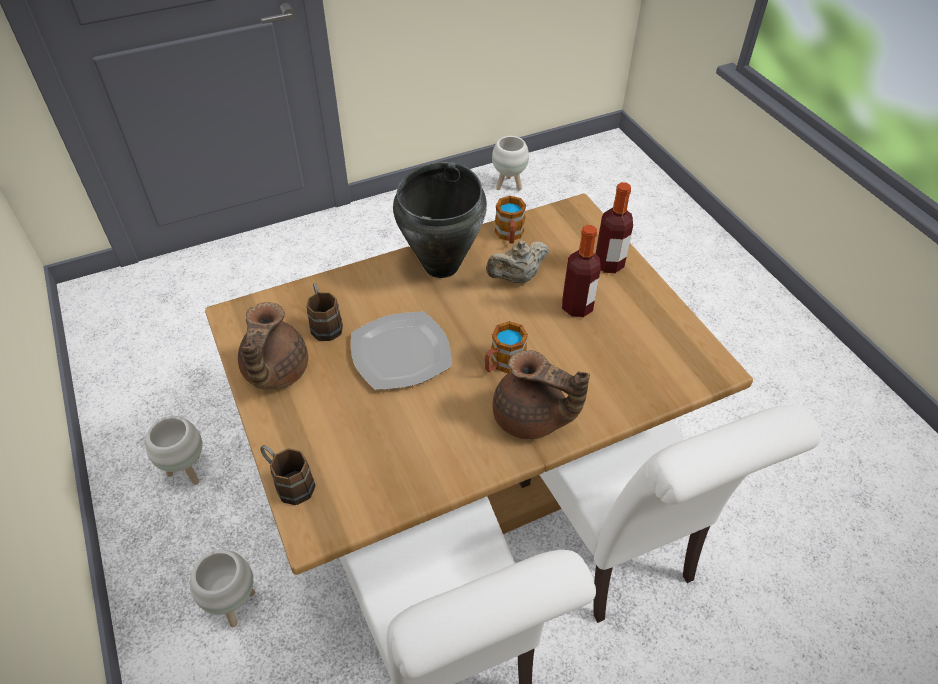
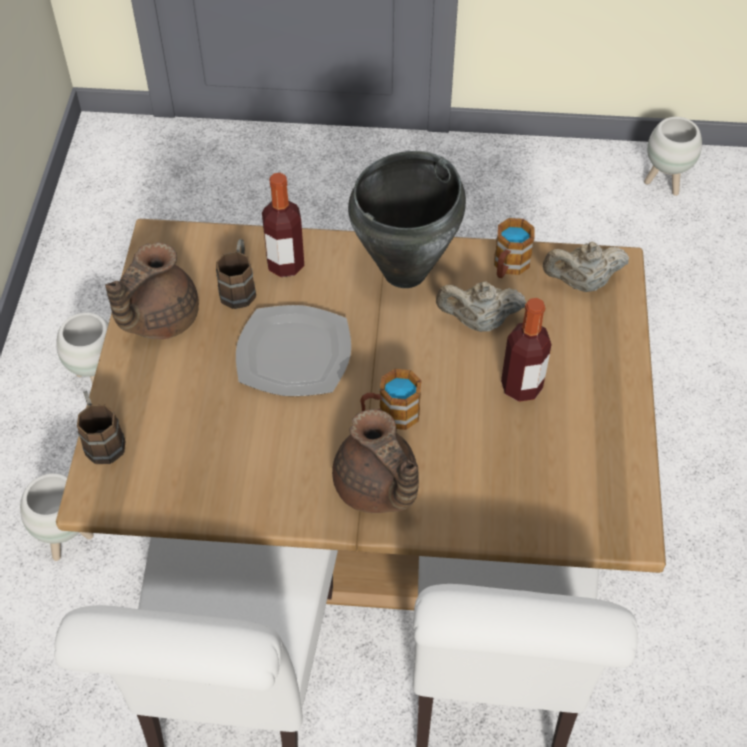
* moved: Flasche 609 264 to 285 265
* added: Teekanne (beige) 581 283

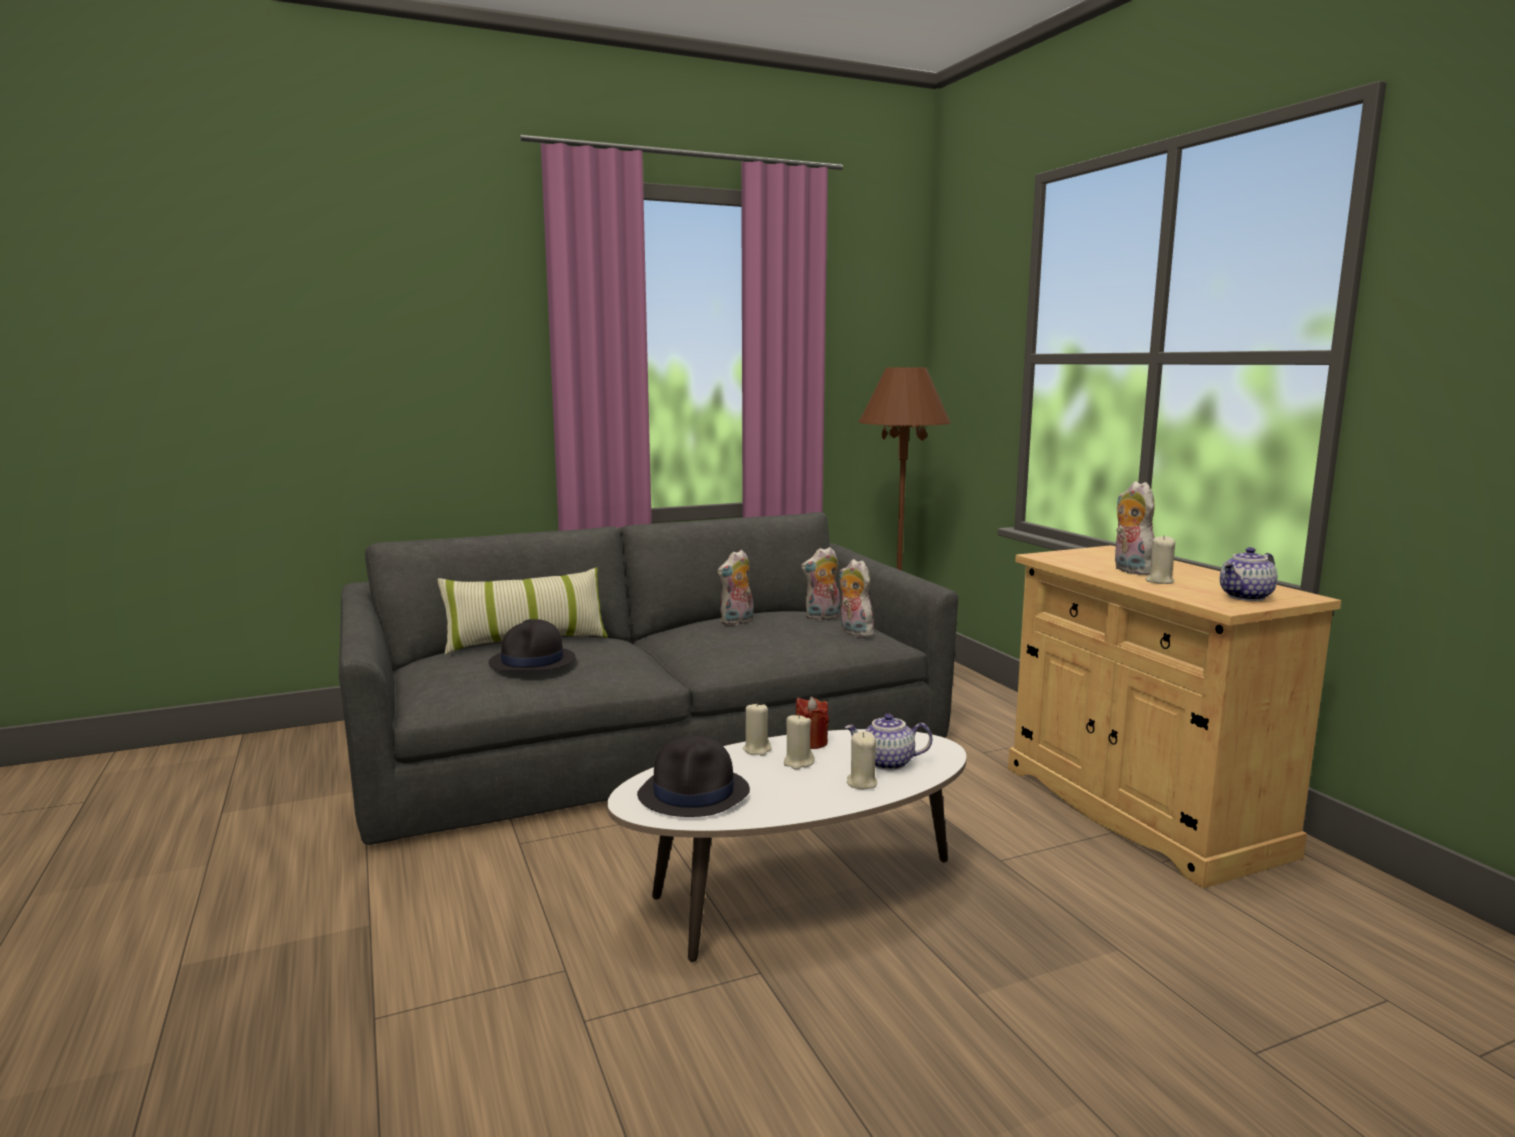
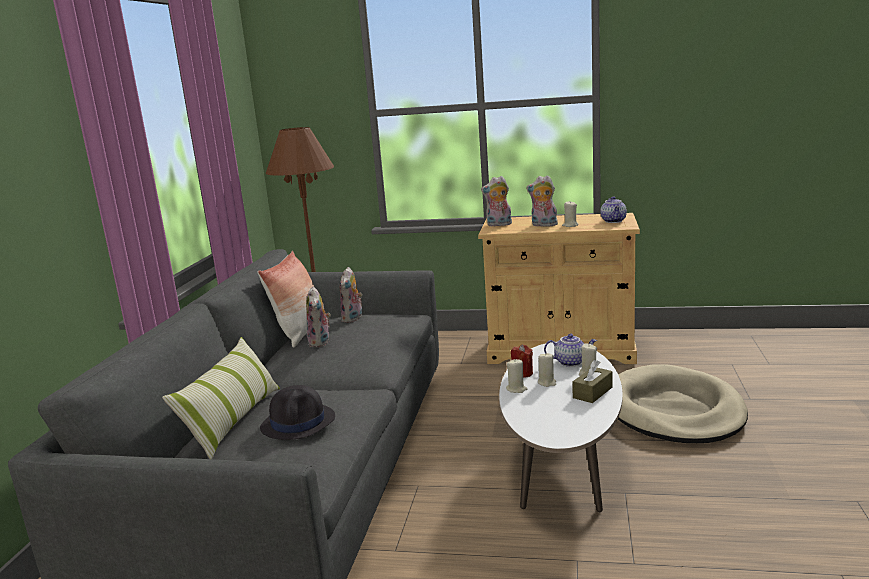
* added: Kissen 300 332
* moved: Plüschtier 853 632 to 498 225
* turned: Teekanne 887 763 = 570 362 120 degrees counterclockwise
* added: Taschentuchbox (braun) 592 392
* added: Hundebett (beige) 673 410
* removed: Hut (schwarz) 694 793

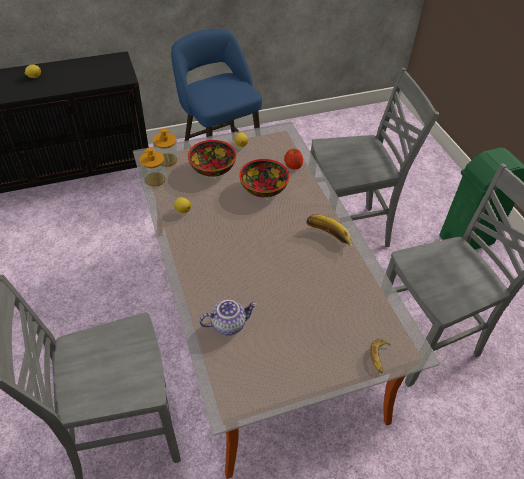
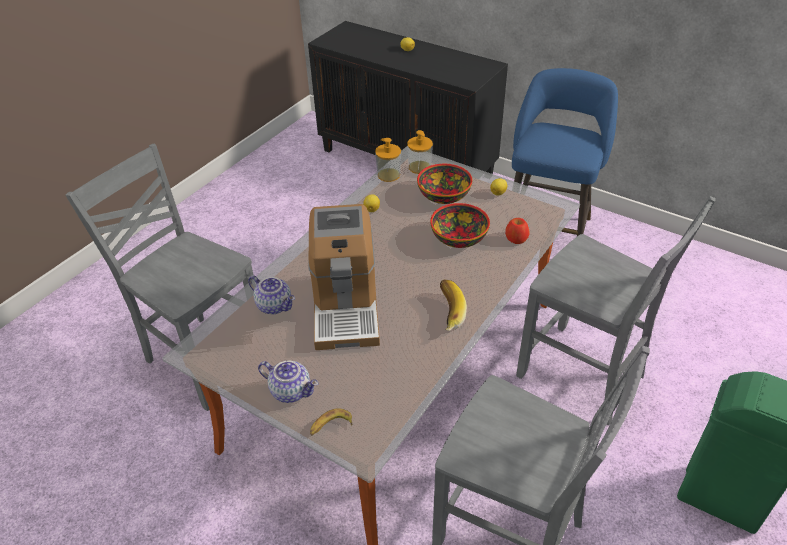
* added: Teekanne 291 391
* added: Kaffeemaschine 346 306

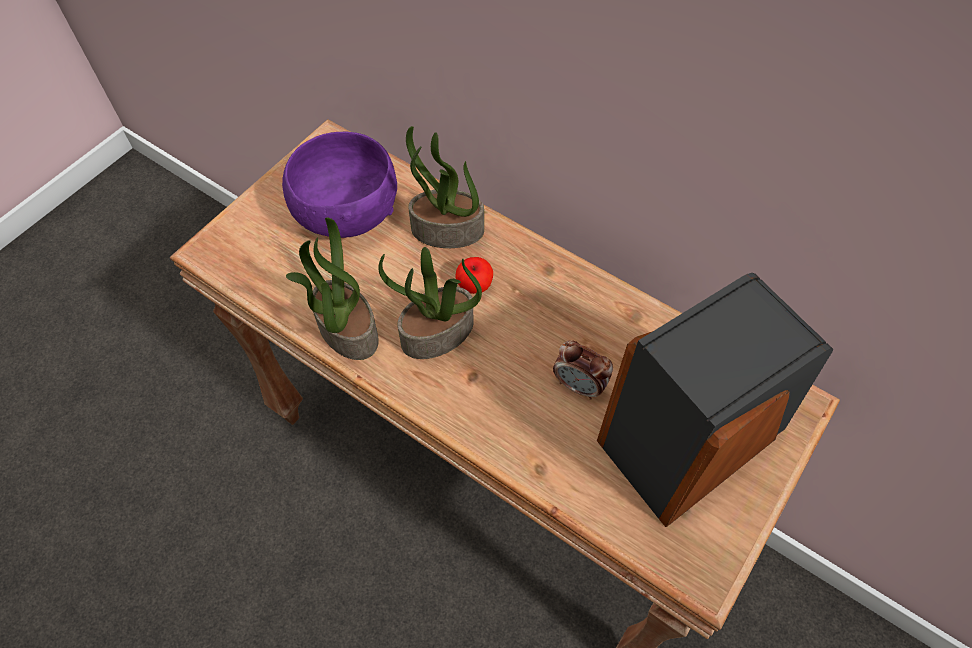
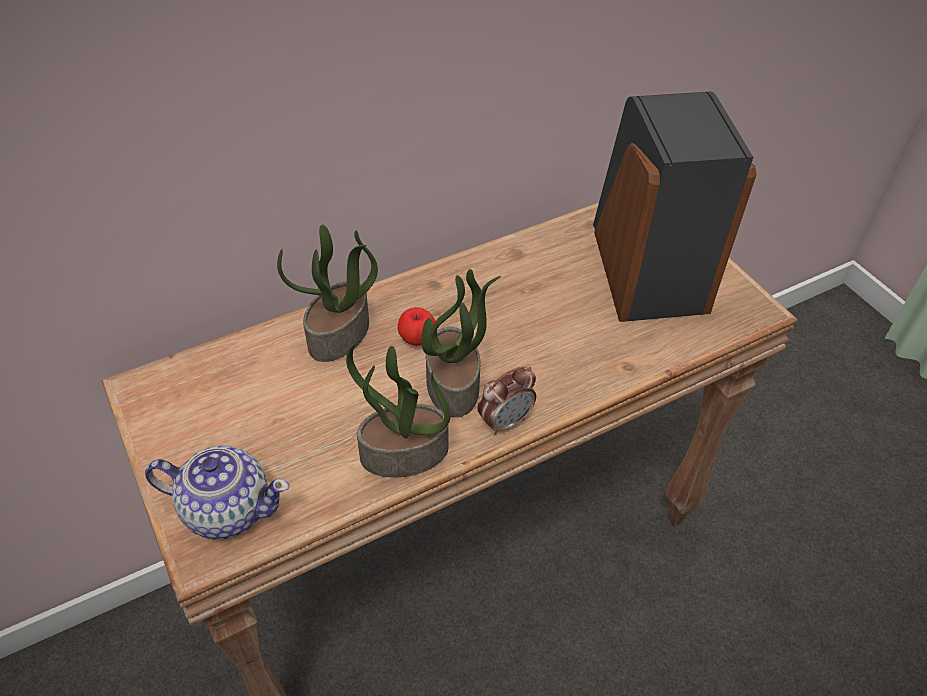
* added: Teekanne 227 508
* moved: Wecker 579 386 to 505 422
* removed: Schüssel (lila) 346 213

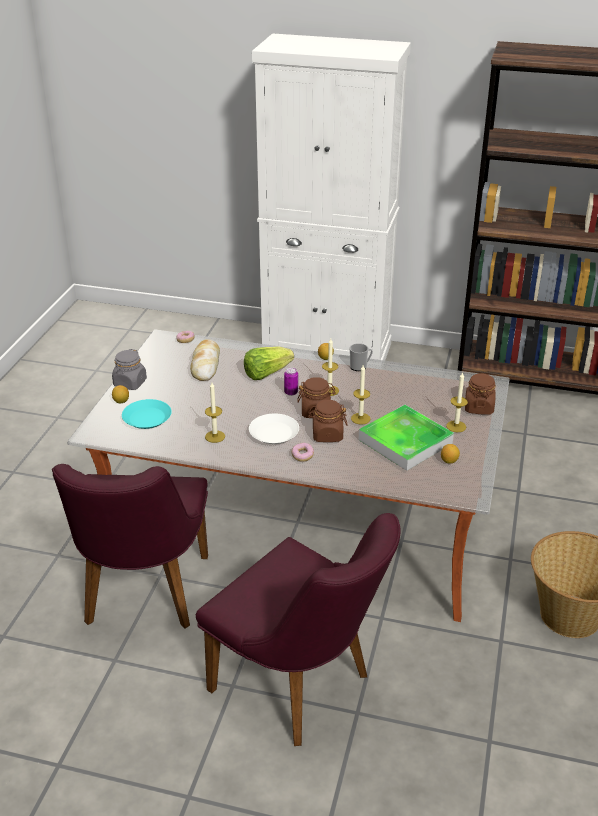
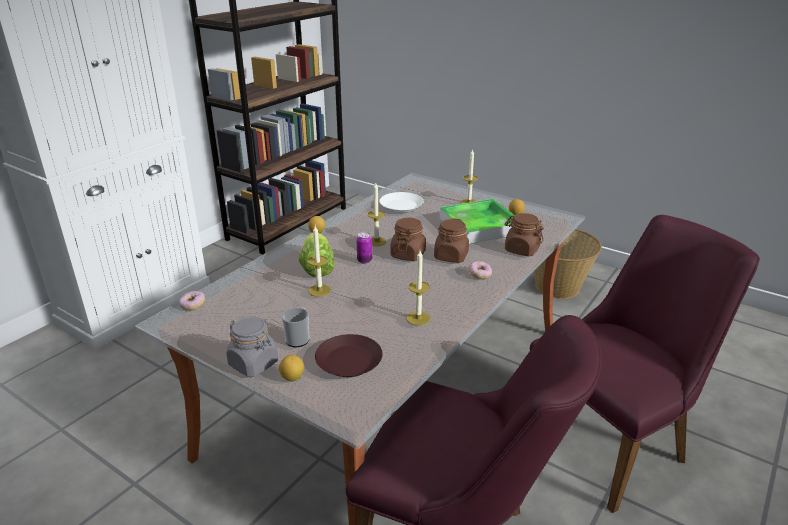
* moved: Henkelbecher 360 366 to 299 338
* moved: Kerze 360 418 to 319 290
* recoloured: Teller (türkis) 147 418 to Teller (braun) 349 361
* moved: Teller (weiß) 274 433 to 401 206
* moved: Vorratsglas (braun) 478 407 to 521 249
* removed: Brot 206 365

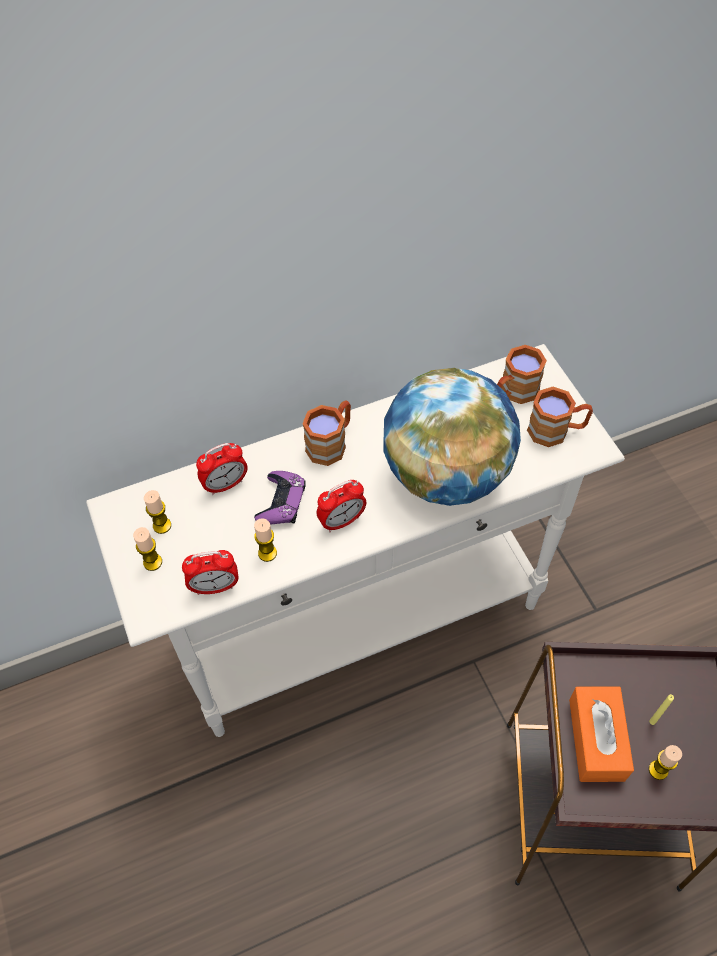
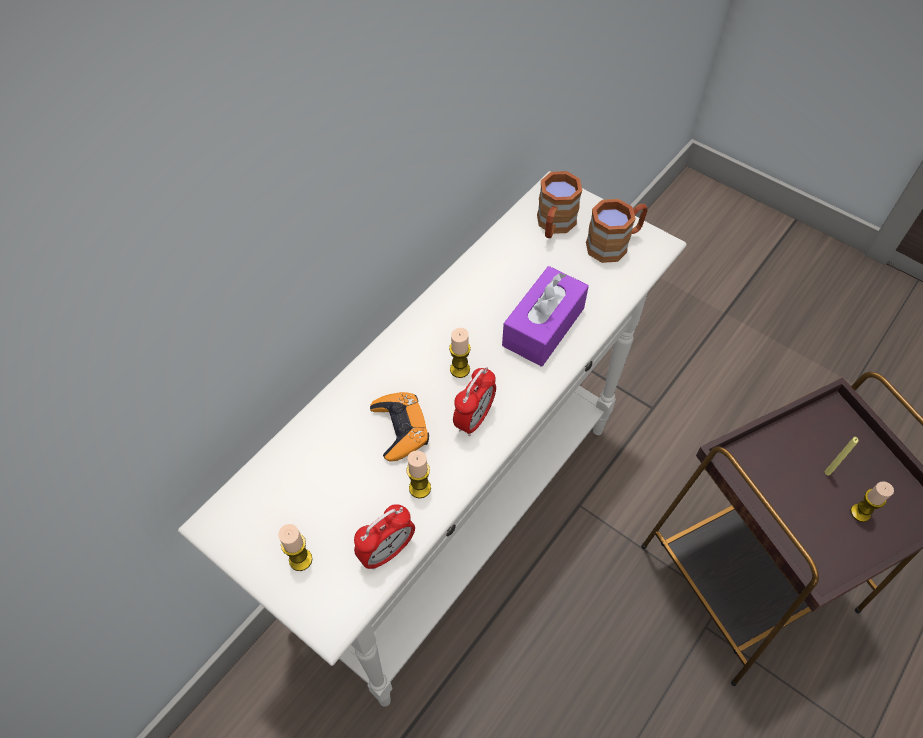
* recoloured: Gamepad (lila) 281 502 to Gamepad (orange) 400 429
* moved: Kerze 162 525 to 460 369
* replaced: Globus 446 474 to Taschentuchbox (lila) 543 327
* removed: Wecker 225 484
* removed: Henkelbecher (braun) 331 443
* removed: Taschentuchbox (orange) 596 739

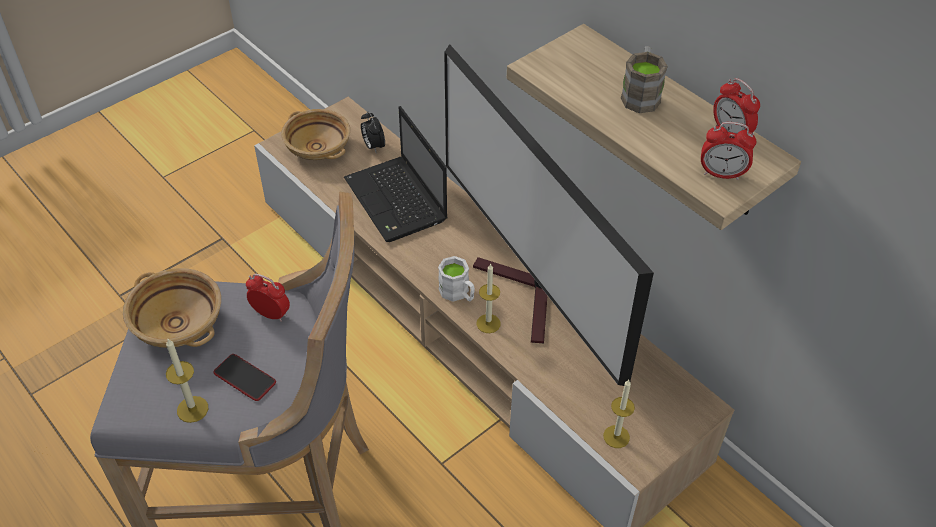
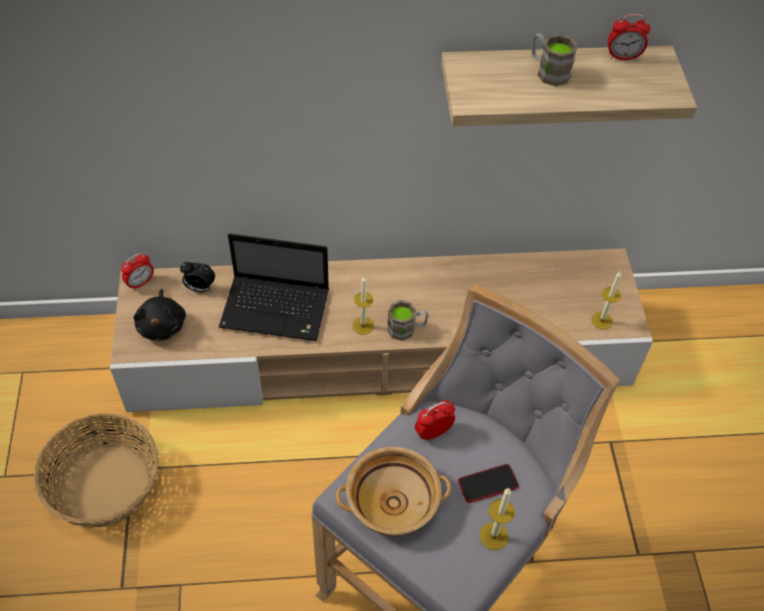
* added: Korb 105 484
* moved: Wecker 721 174 to 140 283
* replaced: Schüssel (beige) 318 147 to Plüschtier (schwarz) 162 325
* moved: Kerze 488 323 to 363 325
* recoloured: Henkelbecher (weiß) 458 293 to Henkelbecher (braun) 407 329
* removed: Fernseher 528 295

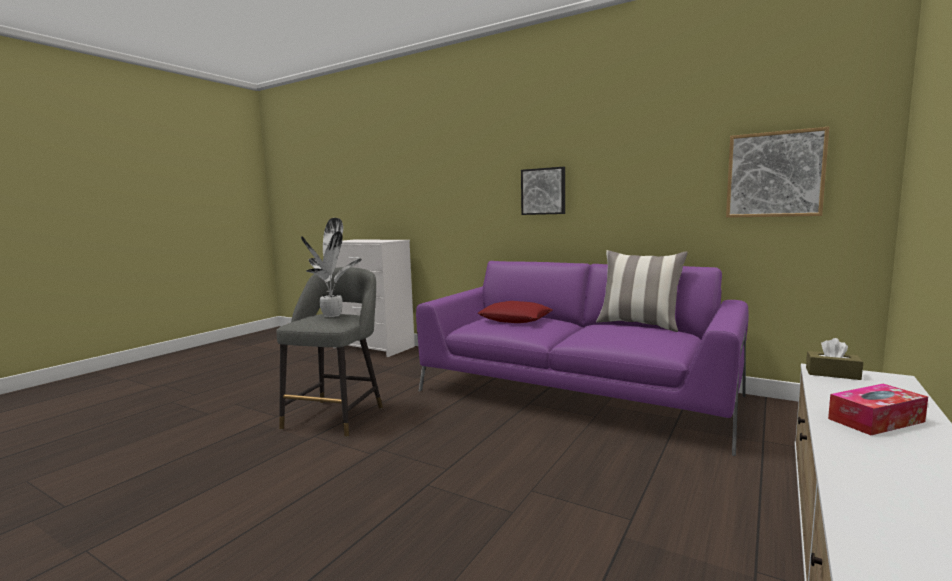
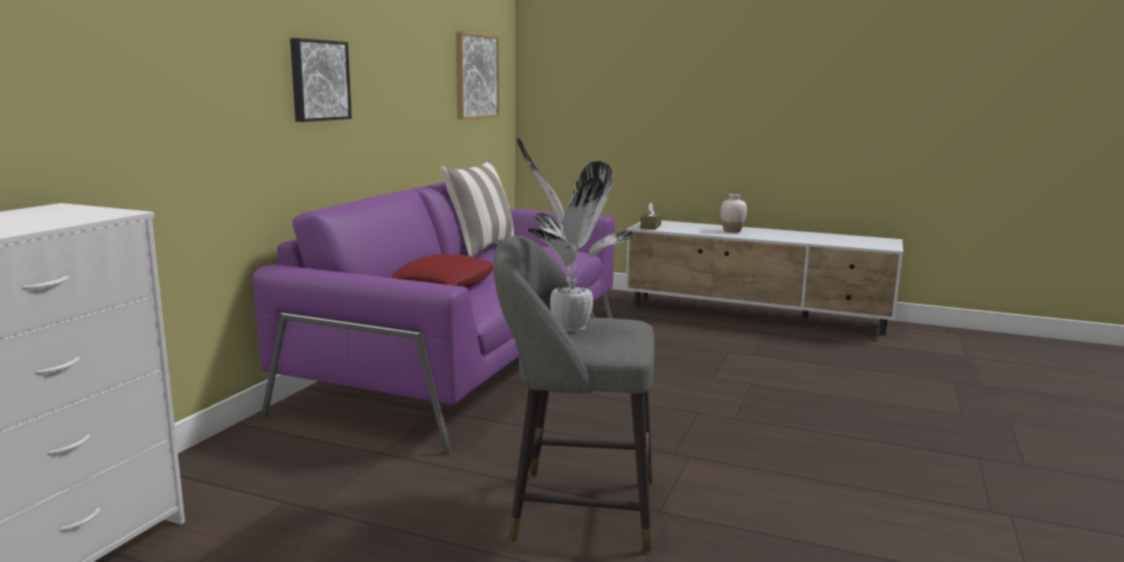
* replaced: Taschentuchbox 876 420 to Vase (weiß) 732 231

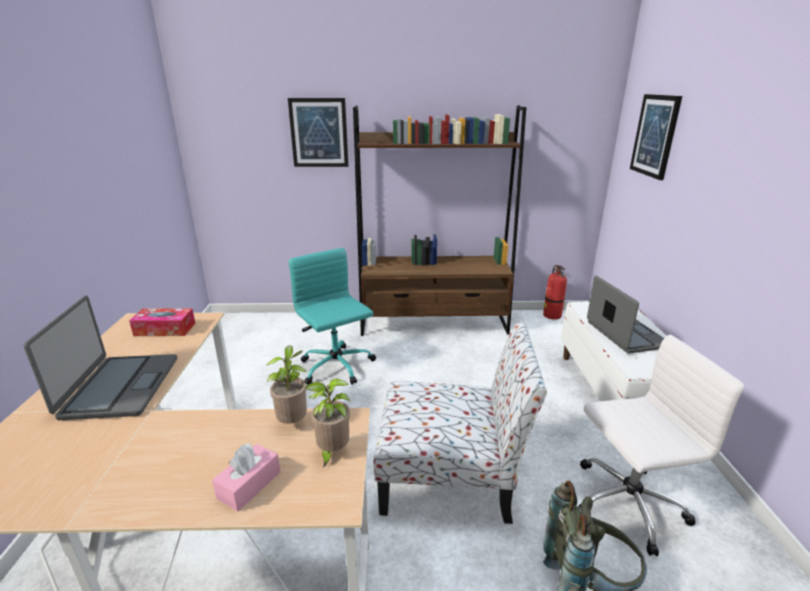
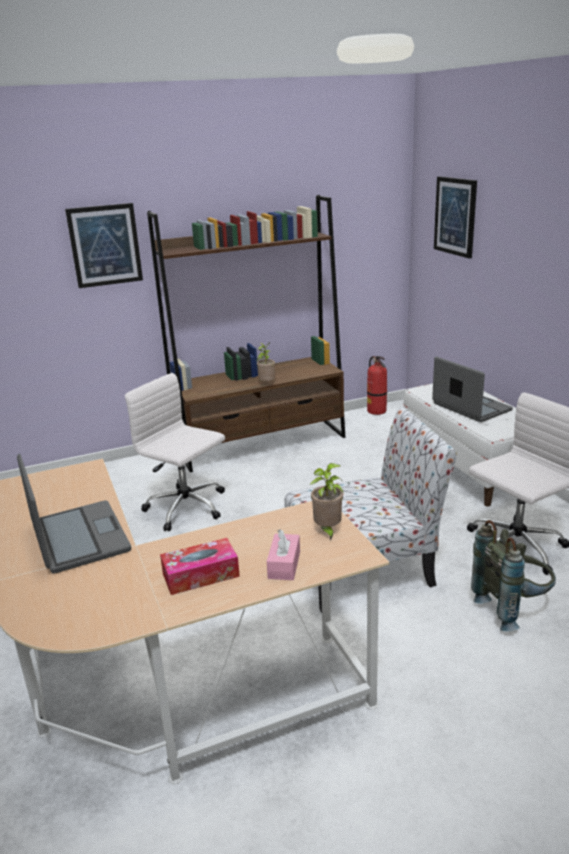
* recoloured: Bürostuhl (türkis) 337 367 to Bürostuhl (weiß) 187 508
* moved: Taschentuchbox 165 329 to 201 575
* moved: Topfpflanze 293 422 to 266 384

